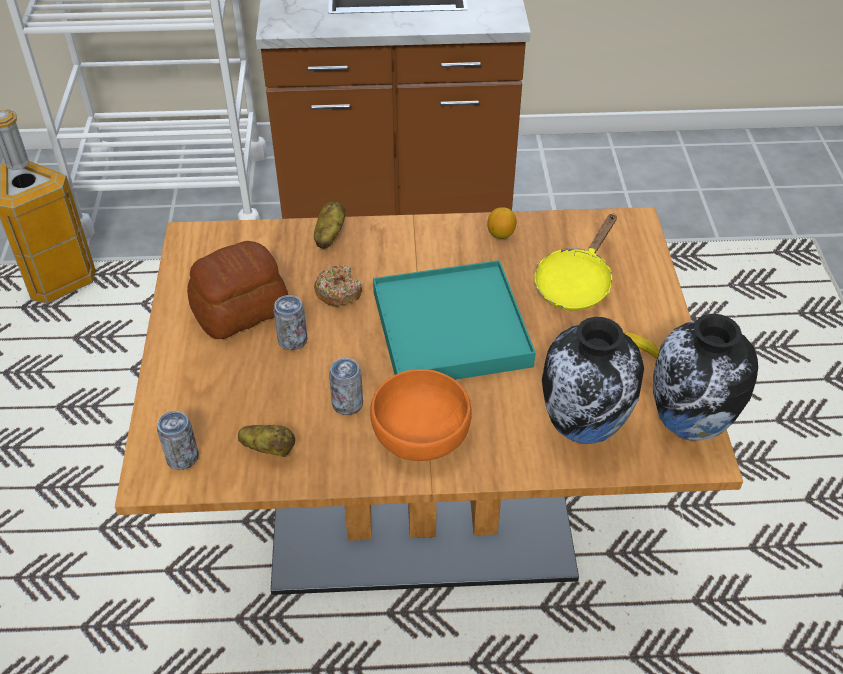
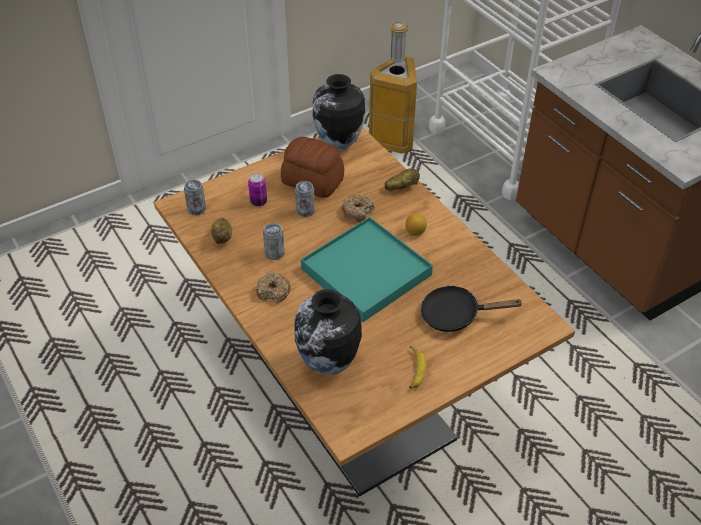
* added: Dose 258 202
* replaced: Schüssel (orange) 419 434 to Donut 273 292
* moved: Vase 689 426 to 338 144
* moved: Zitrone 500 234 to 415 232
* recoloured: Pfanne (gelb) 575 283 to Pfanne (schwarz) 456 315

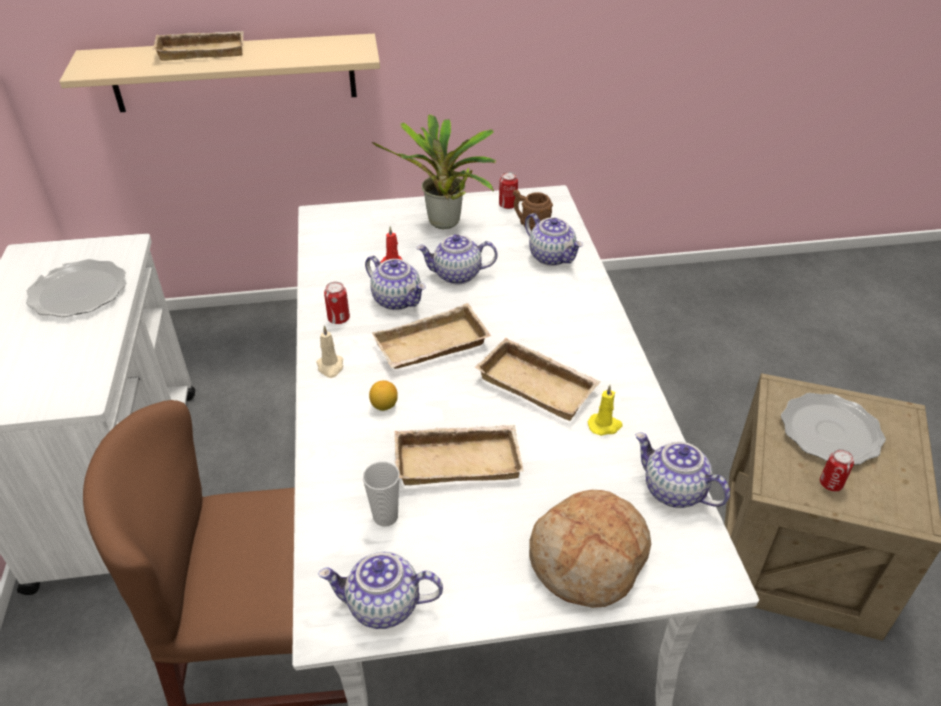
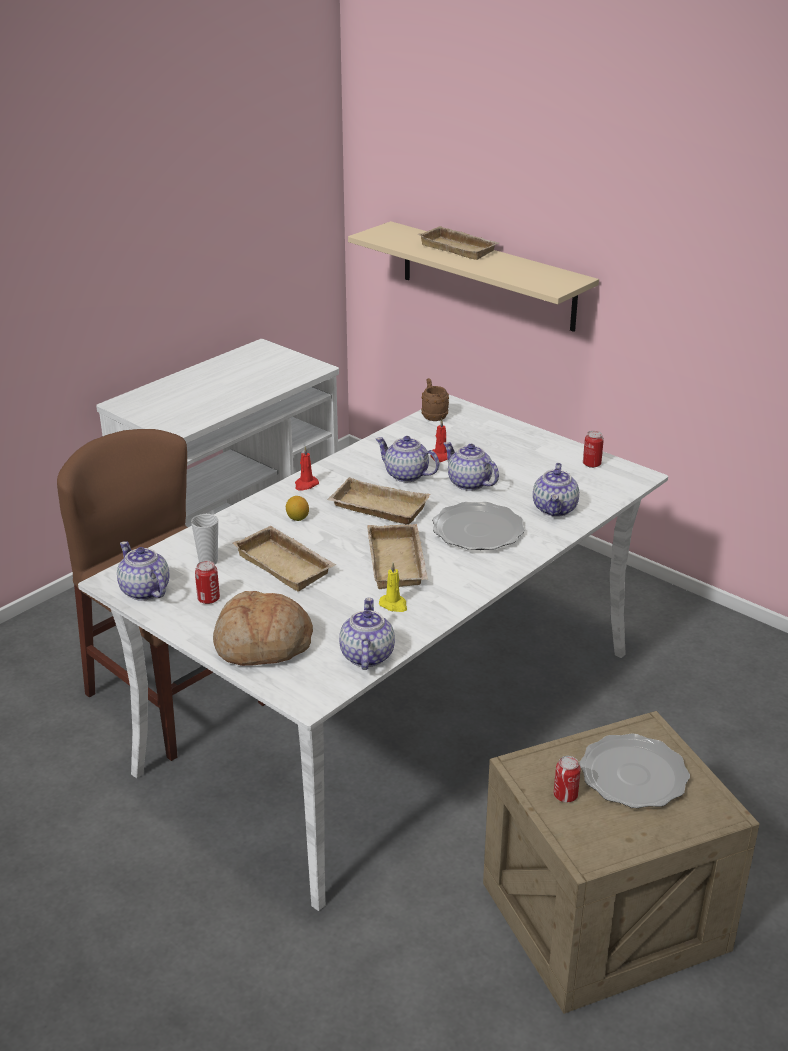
* moved: Dose 339 319 to 208 599
* recoloured: Kerze (beige) 330 367 to Kerze (rot) 306 485
* turned: Teekanne 397 300 = 405 475 120 degrees clockwise
* moved: Henkelbecher (braun) 530 225 to 433 415
* moved: Teller 79 292 to 478 530
* removed: Topfpflanze 445 225

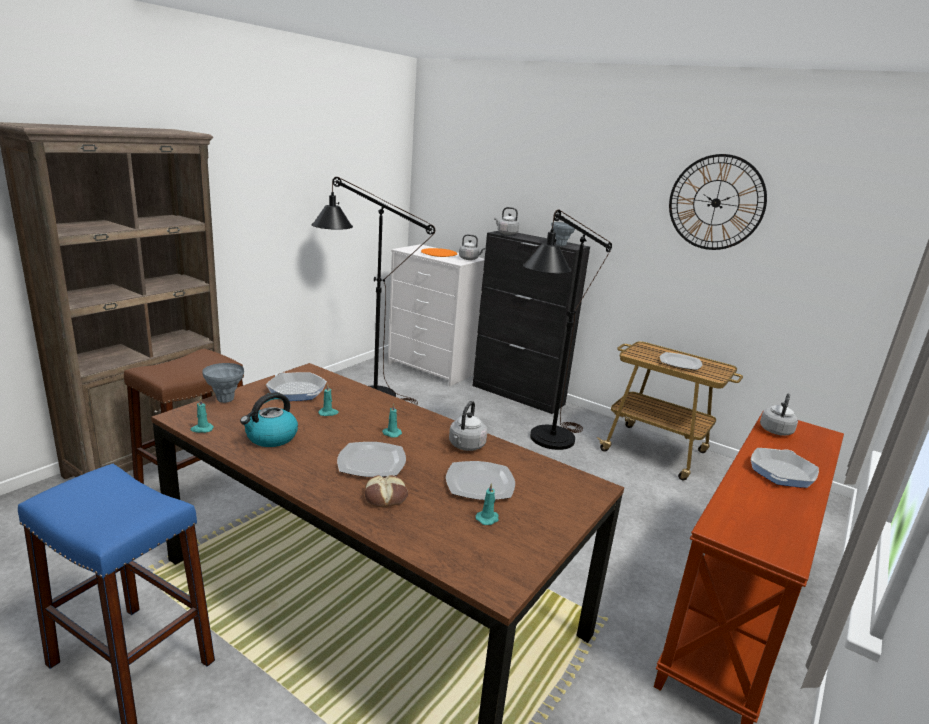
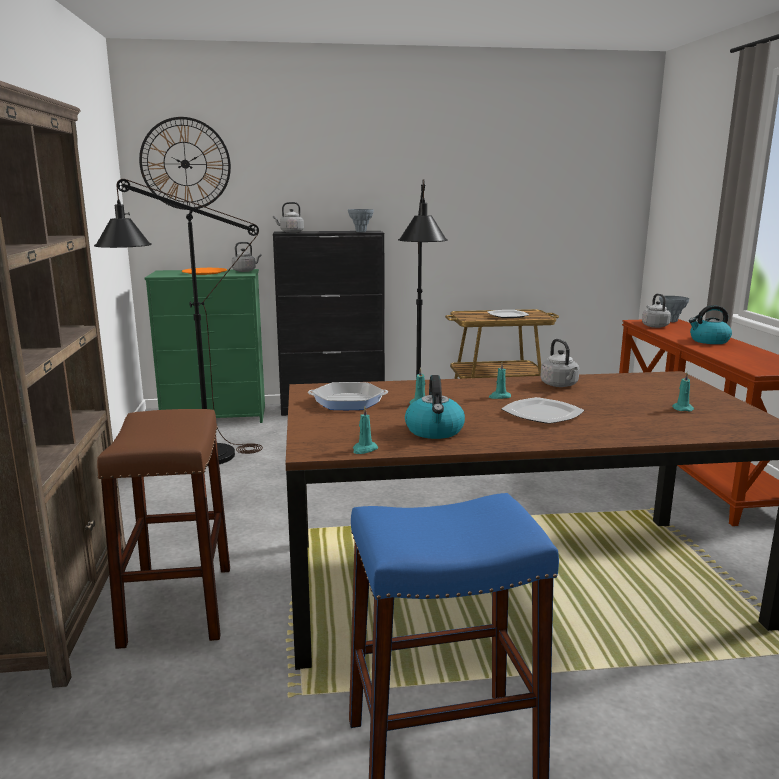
* moved: Wanduhr 716 202 to 185 164
* recoloured: Kommode (weiß) 432 369 to Kommode (grün) 216 416
* moved: Vase (grau) 225 400 to 671 321
* replaced: Pfanne 781 472 to Wasserkessel 709 341
* removed: Brot 386 496
* removed: Teller 479 483

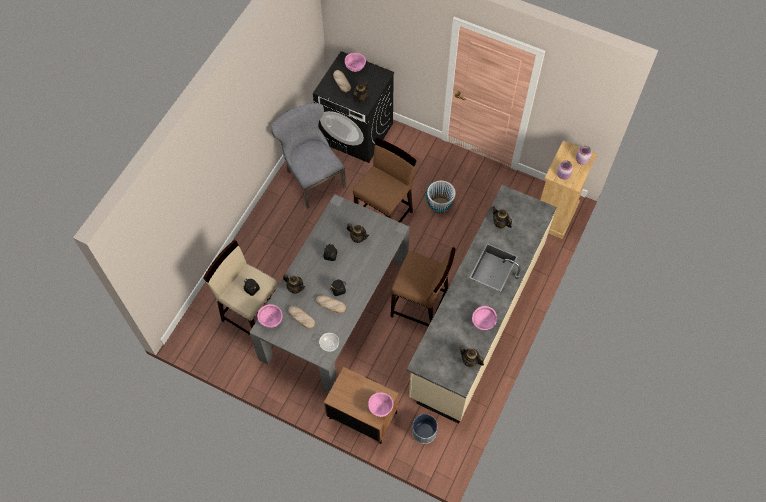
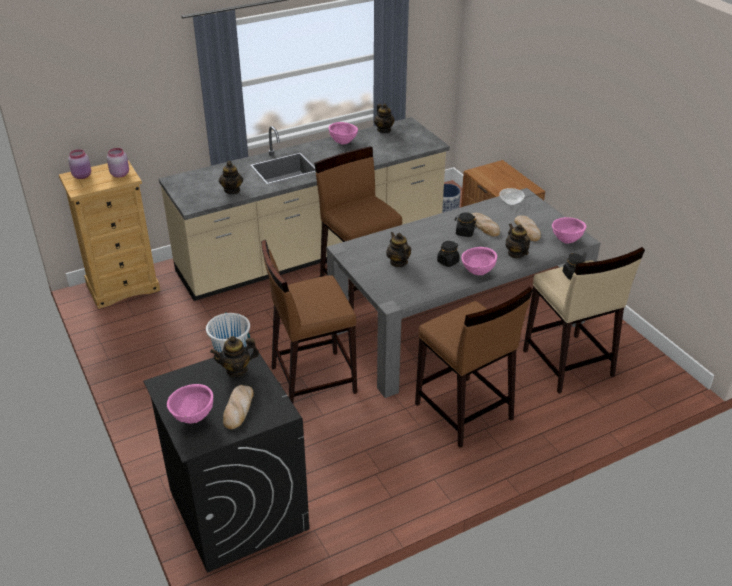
* added: Hocker (braun) 464 412
* moved: Schüssel (rosa) 380 408 to 477 272
* removed: Stuhl (grau) 312 178

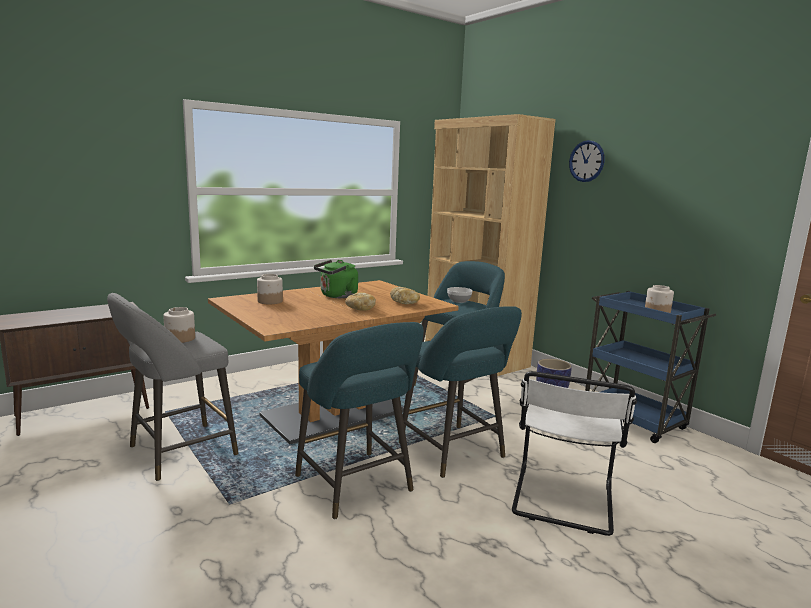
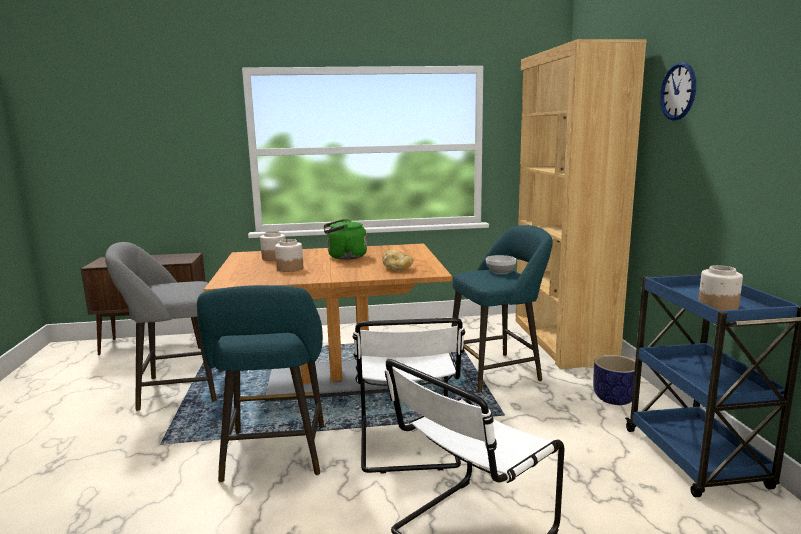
* moved: Vorratsglas 180 338 to 290 268
* replaced: Hocker (türkis) 454 453 to Stuhl (weiß) 408 446
* removed: Brot 359 309

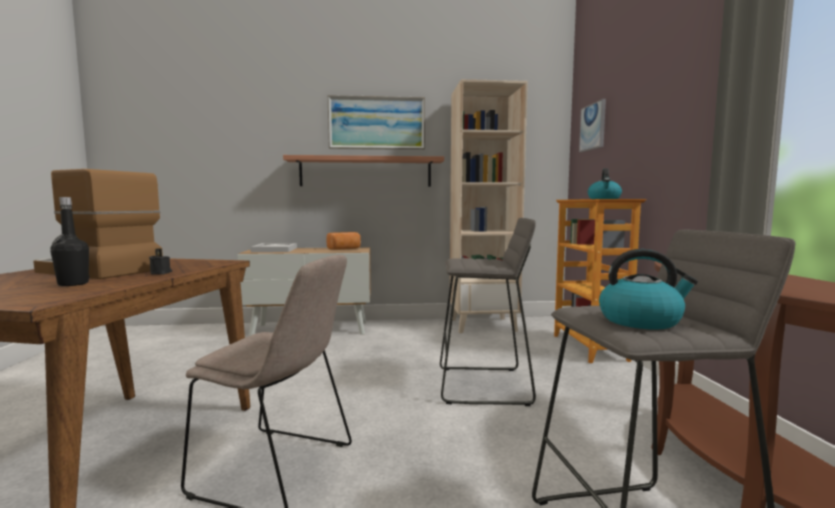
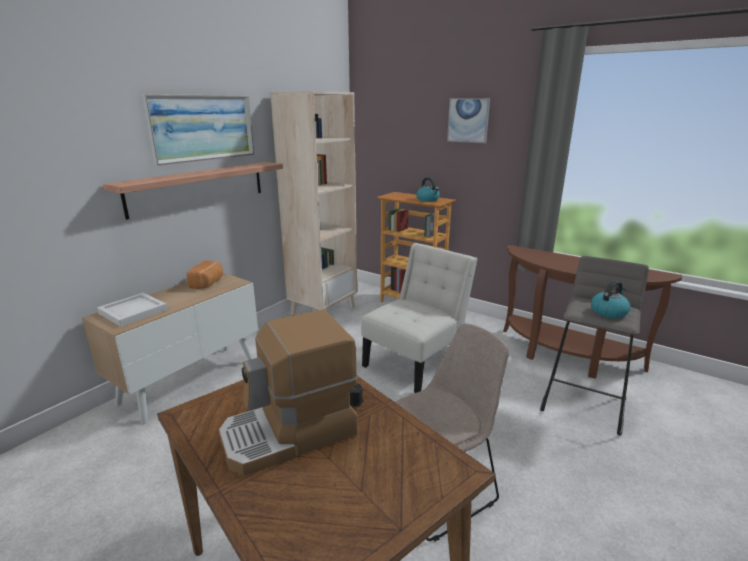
* replaced: Hocker (grau) 483 386 to Stuhl (weiß) 416 362
* moved: Bild 593 127 to 468 120
* removed: Flasche (schwarz) 73 284

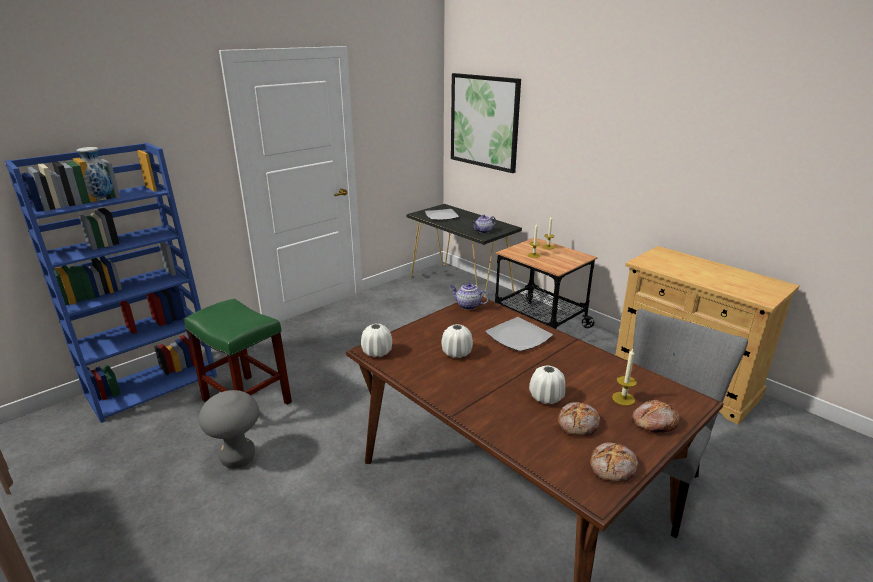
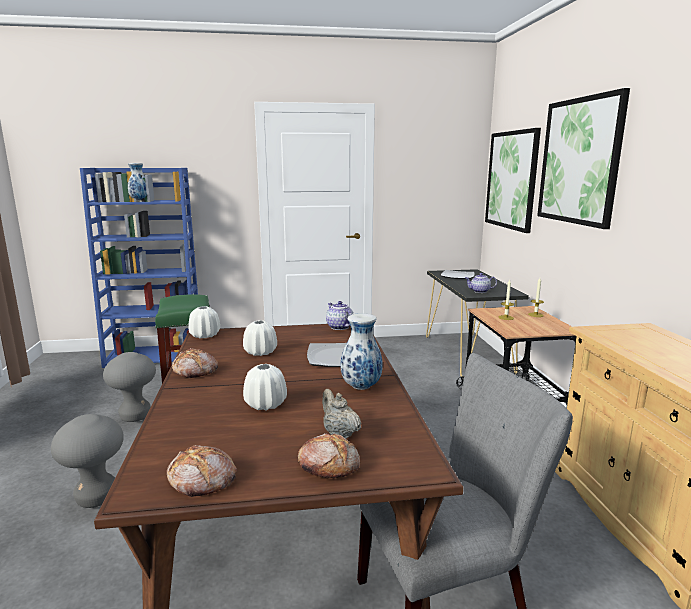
* added: Hocker (grau) 97 498
* moved: Brot 579 424 to 196 371
* replaced: Kerze 623 398 to Teekanne (beige) 339 433
* added: Vase 361 387
* added: Bild 579 161

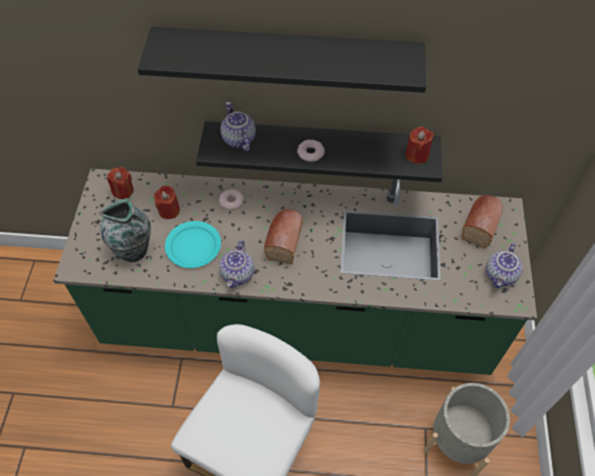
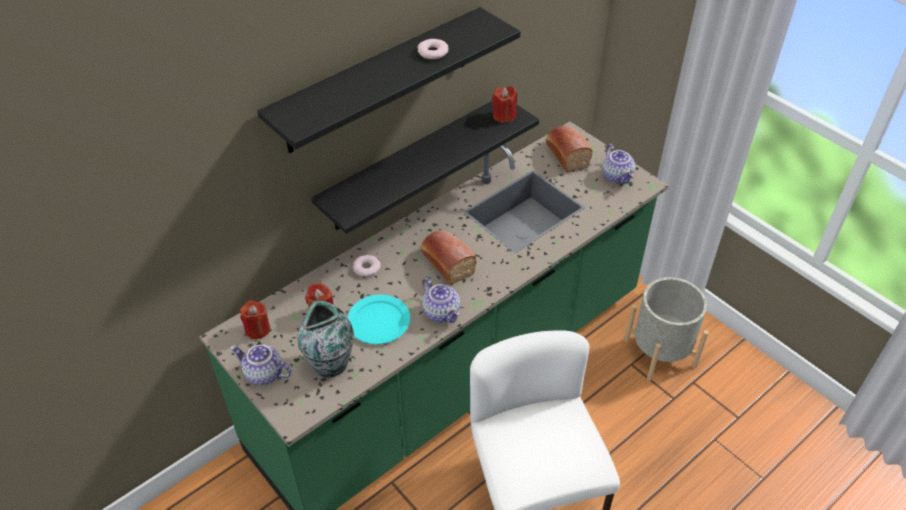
* moved: Teekanne 238 139 to 263 374
* moved: Donut 310 152 to 432 52

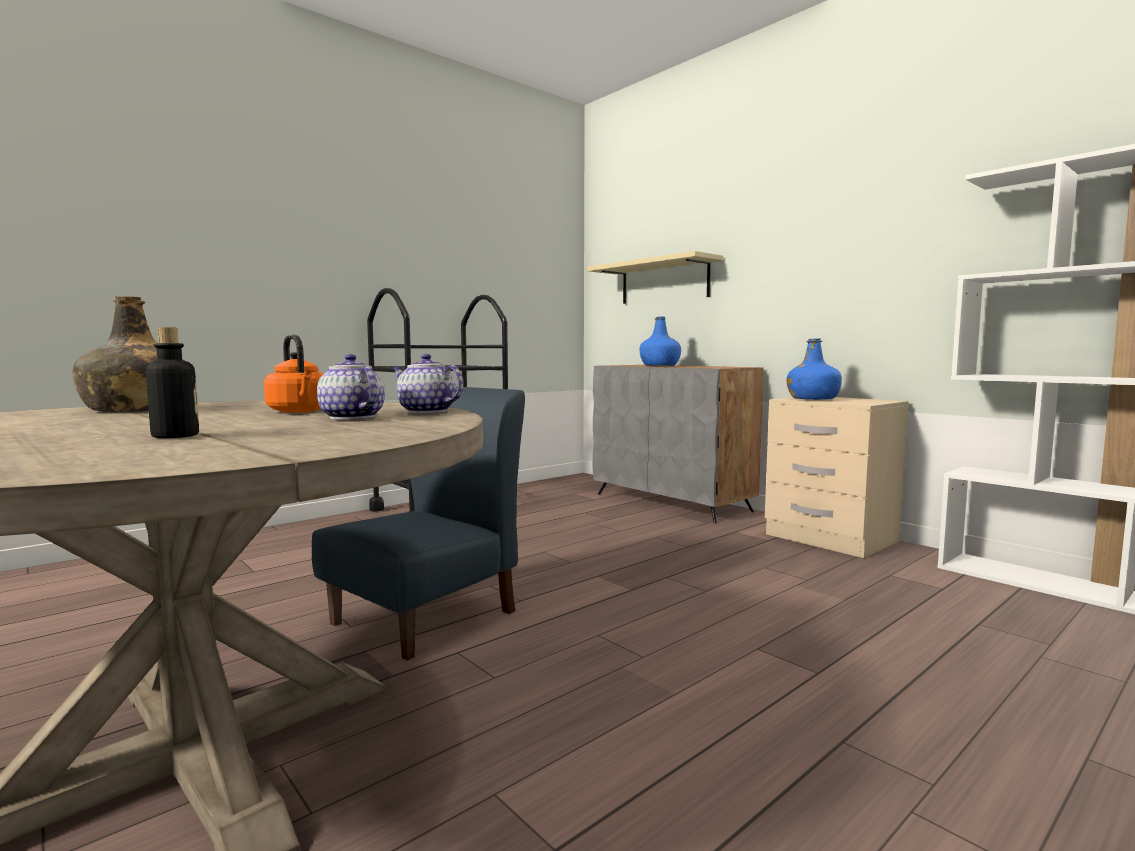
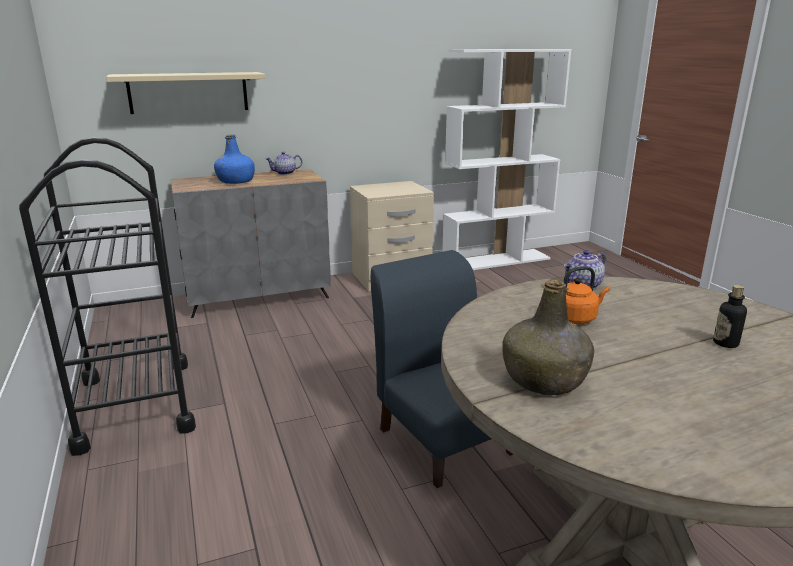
* moved: Teekanne 350 417 to 284 173
* removed: Flasche (blau) 813 399

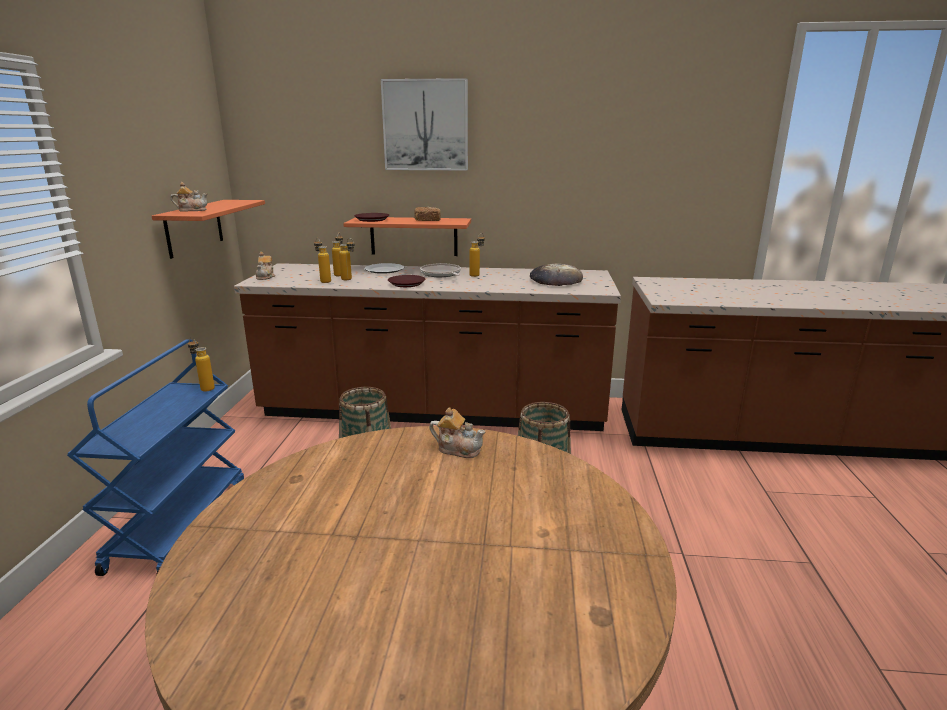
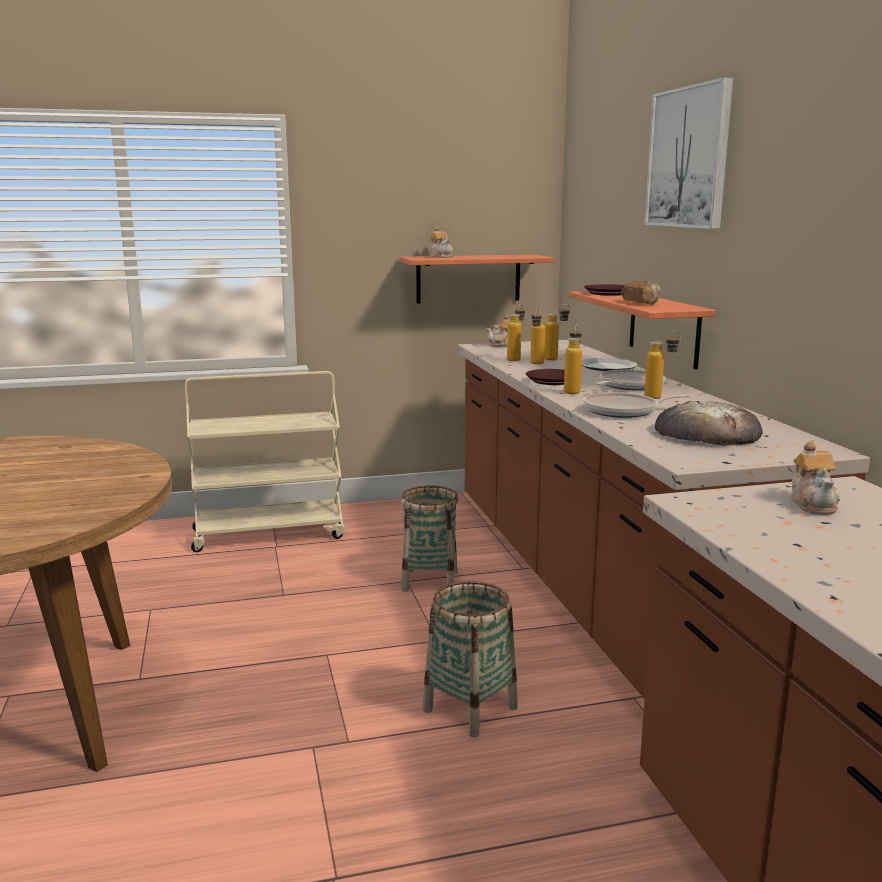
* recoloured: Rollwagen (blau) 179 524 to Rollwagen (beige) 269 533
* moved: Flasche 204 388 to 572 391
* added: Pfanne 624 411
* moved: Teekanne 458 449 to 813 504

